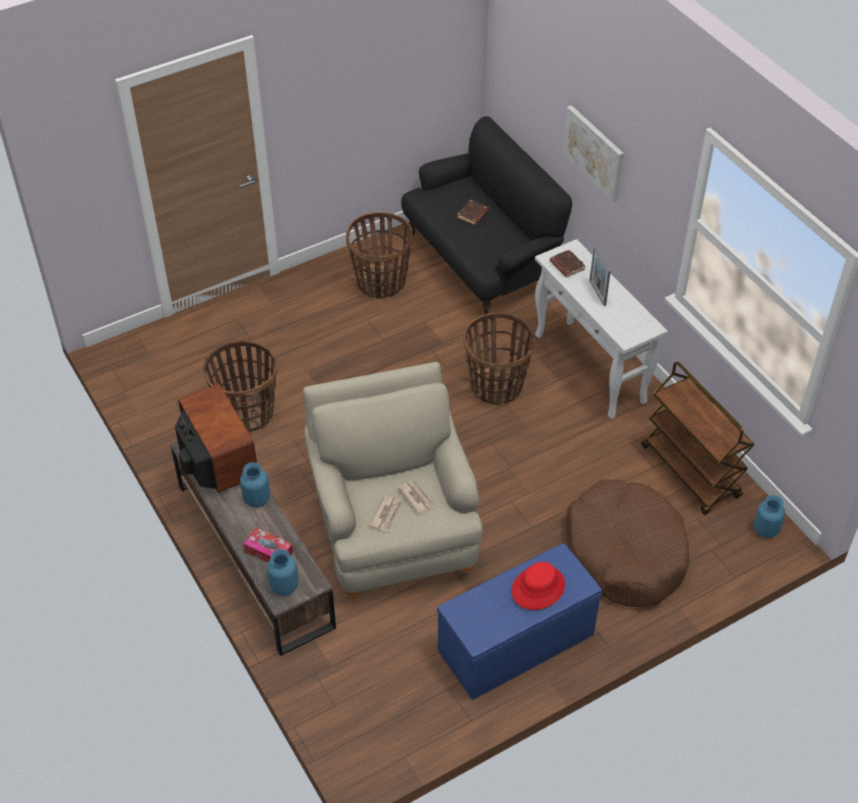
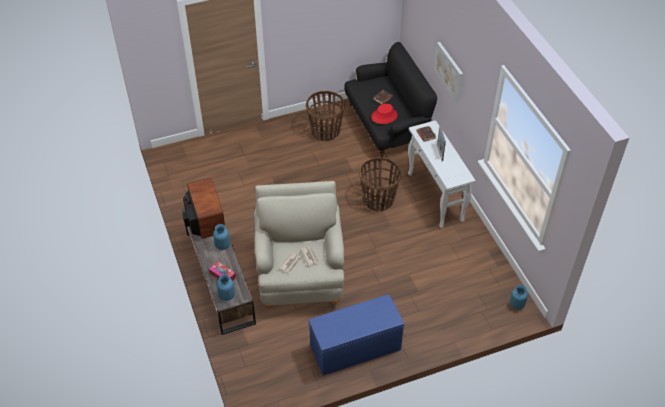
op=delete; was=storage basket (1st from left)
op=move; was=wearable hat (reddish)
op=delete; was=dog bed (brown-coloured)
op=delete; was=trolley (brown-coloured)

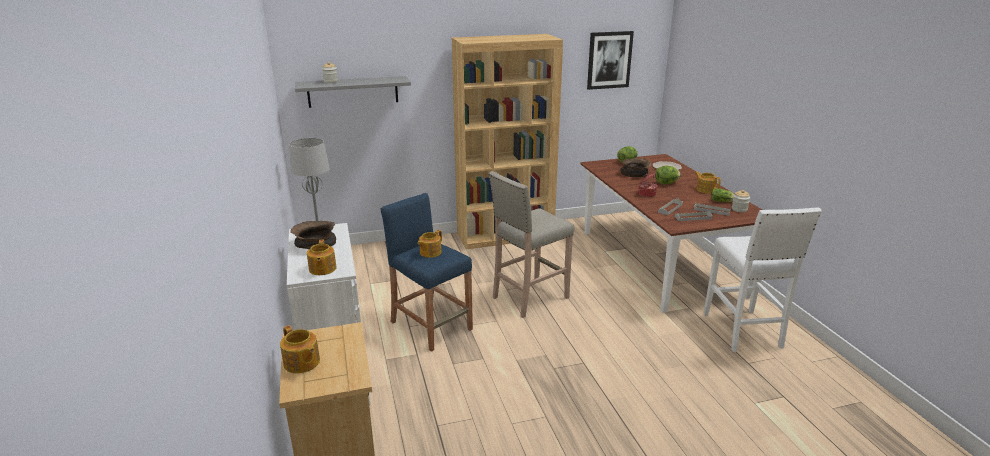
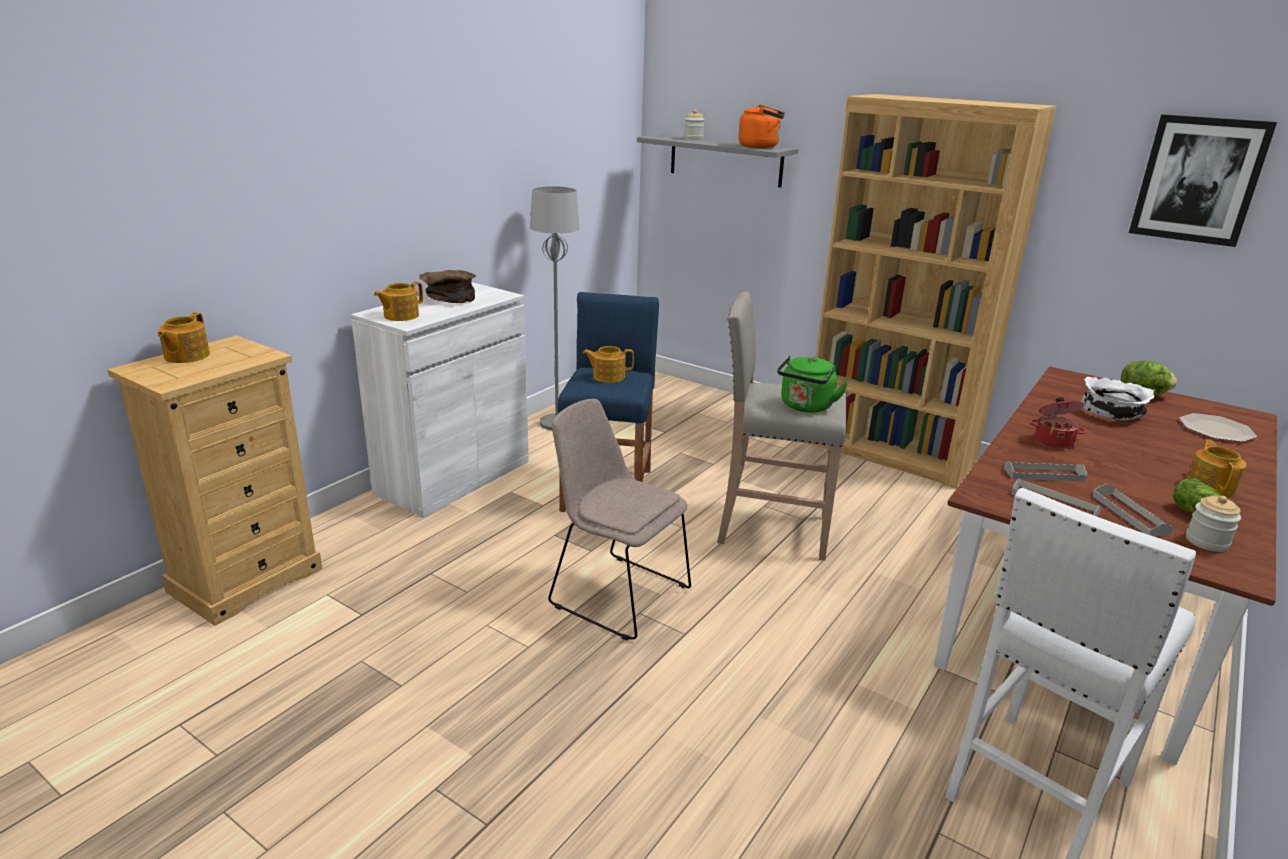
op=recolor; was=bowl (brown-coloured) (2nd from left); now=bowl (whitish)
op=delete; was=head of lettuce (2nd from left)
op=insert; now=chair (sand-coloured)
op=insert; now=kettle (orange)
op=insert; now=kettle (greenish)

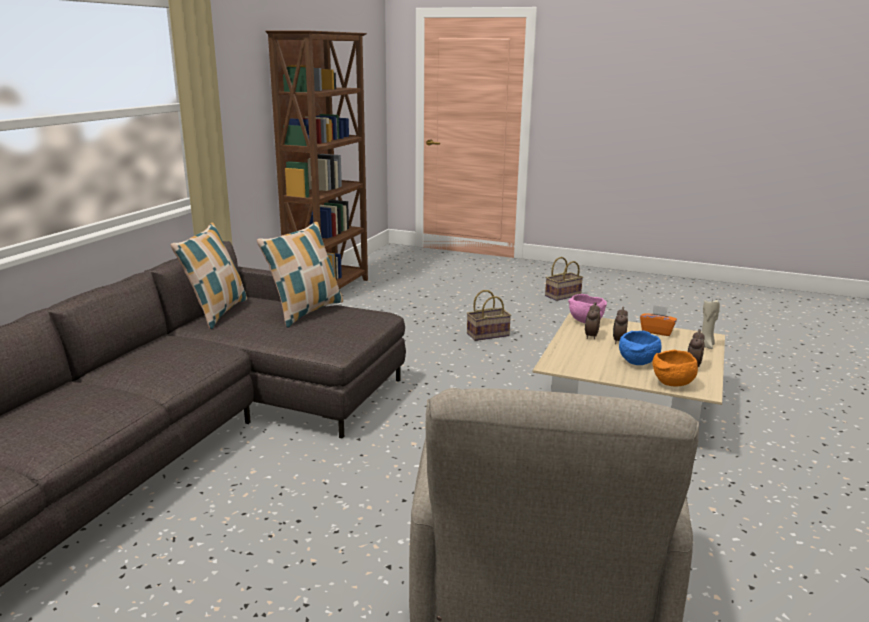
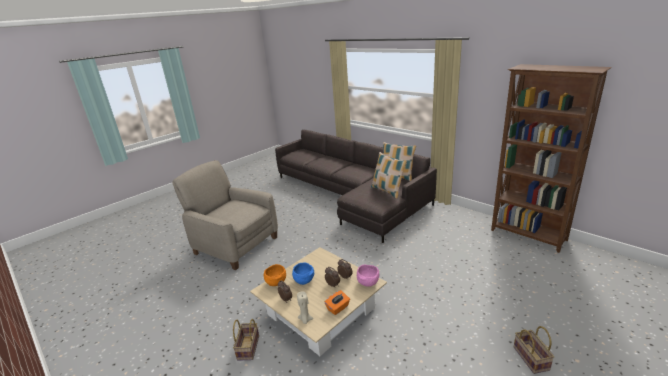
op=move; was=storage basket (1st from left)

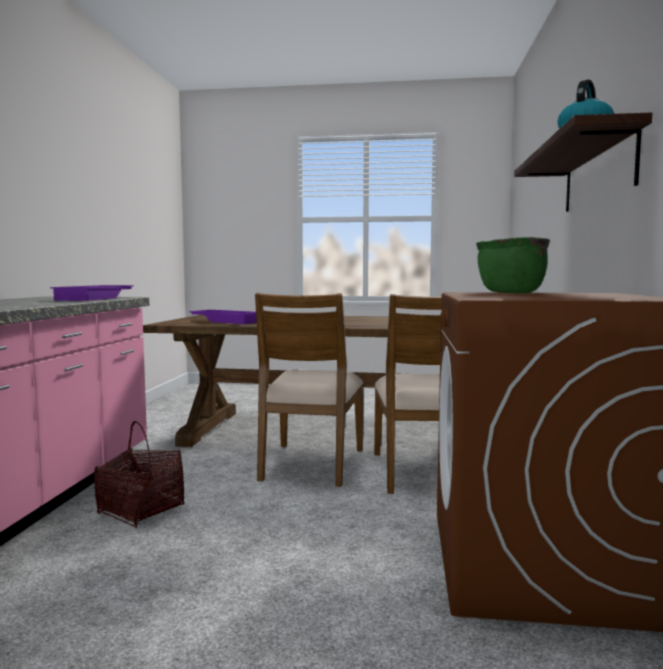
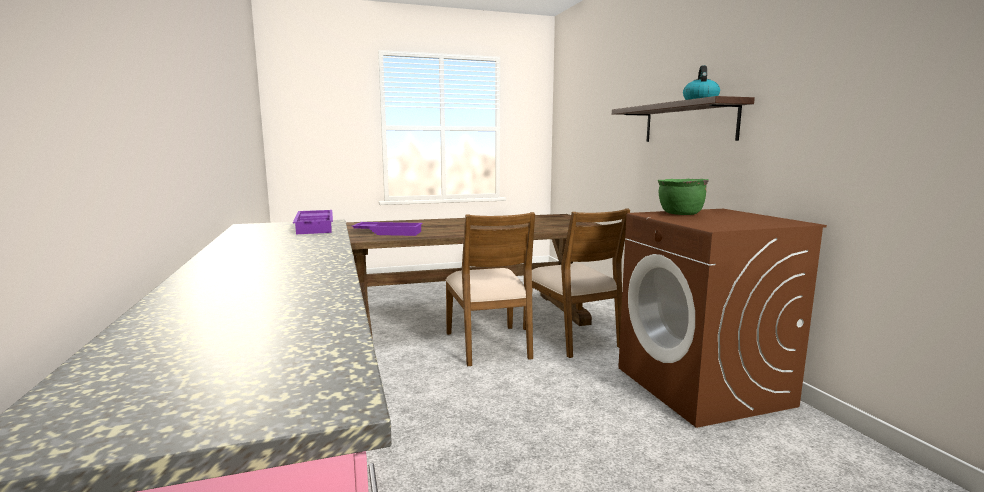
op=delete; was=storage basket

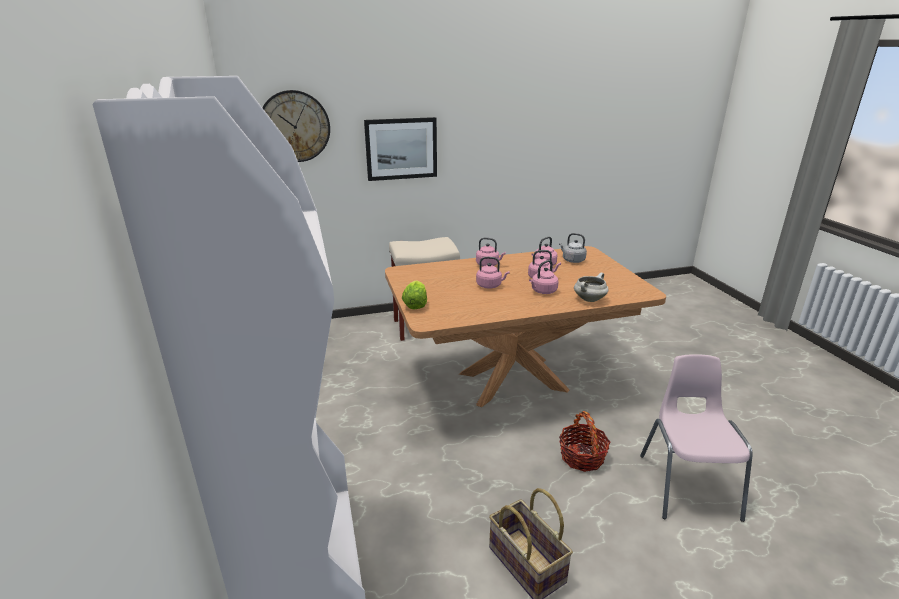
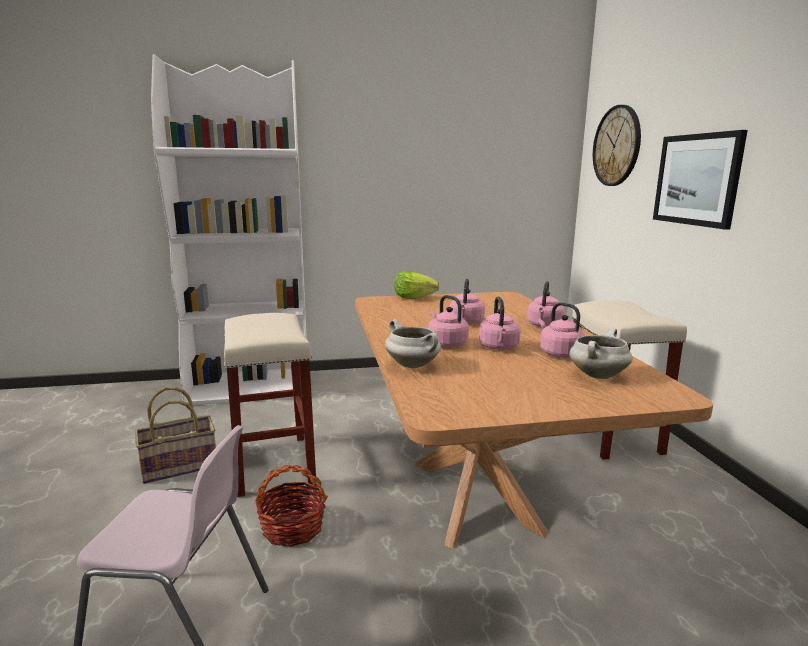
op=replace; was=kettle (greyish); now=saucepot (whitish) (2nd from left)
op=insert; now=stool (sand-coloured) (1st from left)

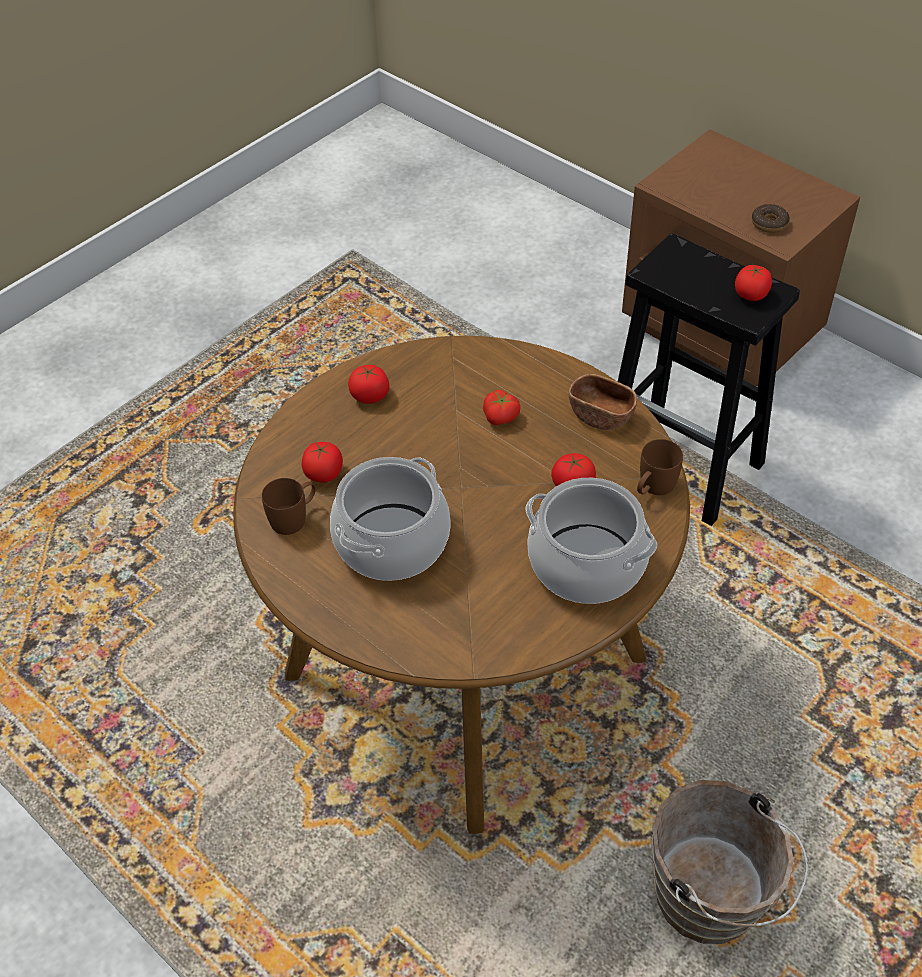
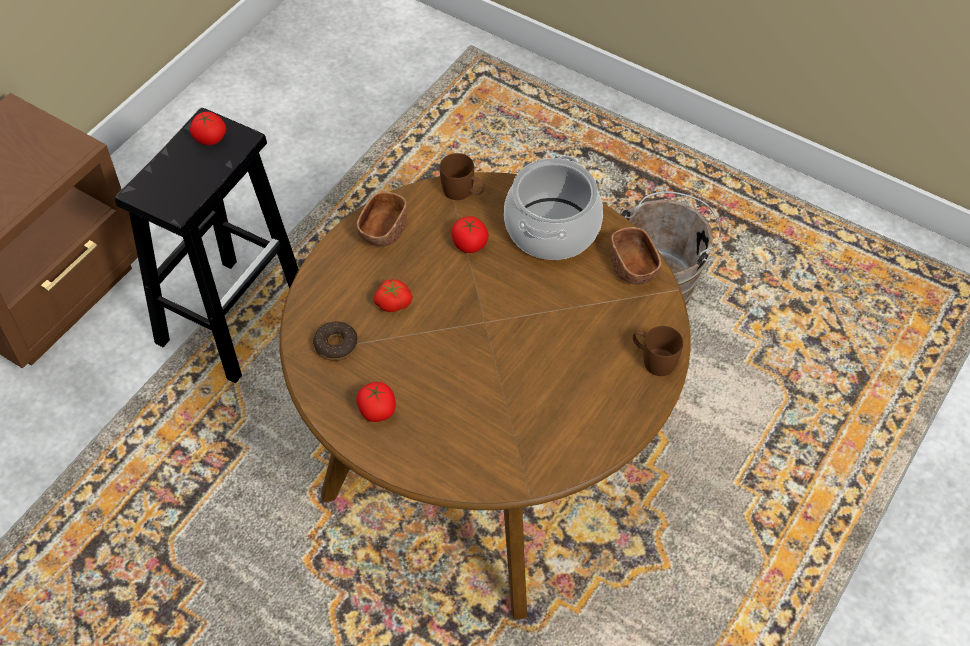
op=move; was=tea mug (brown-coloured) (1st from left in the first image); now=tea mug (brown-coloured) (2nd from left)
op=delete; was=tomato (1st from left)
op=delete; was=saucepot (1st from left)
op=move; was=doughnut
op=insert; now=bowl (brown-coloured) (2nd from left)

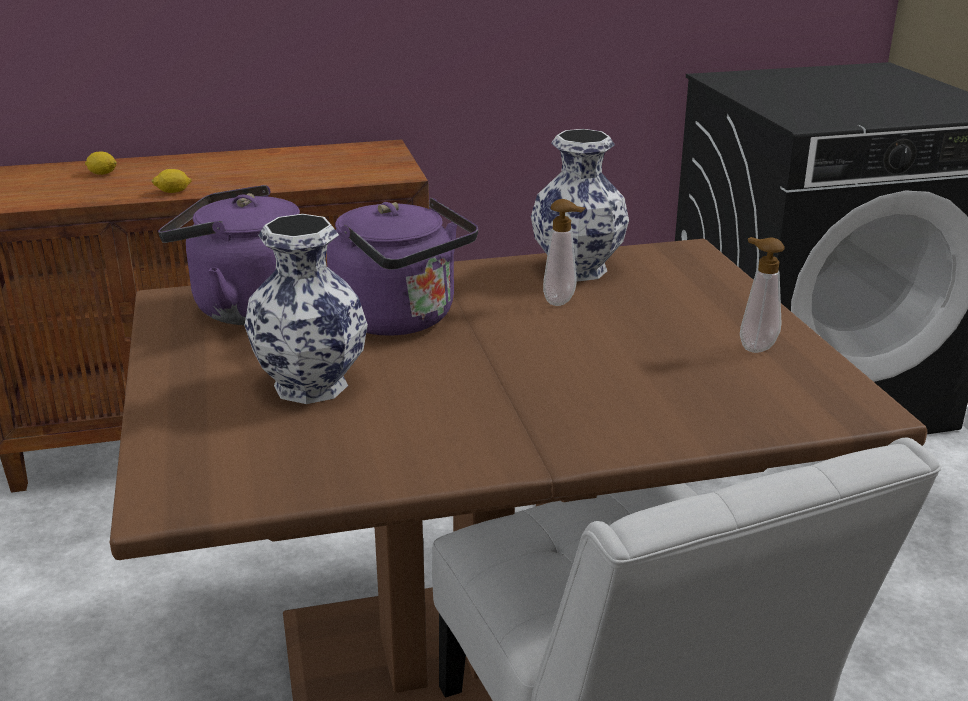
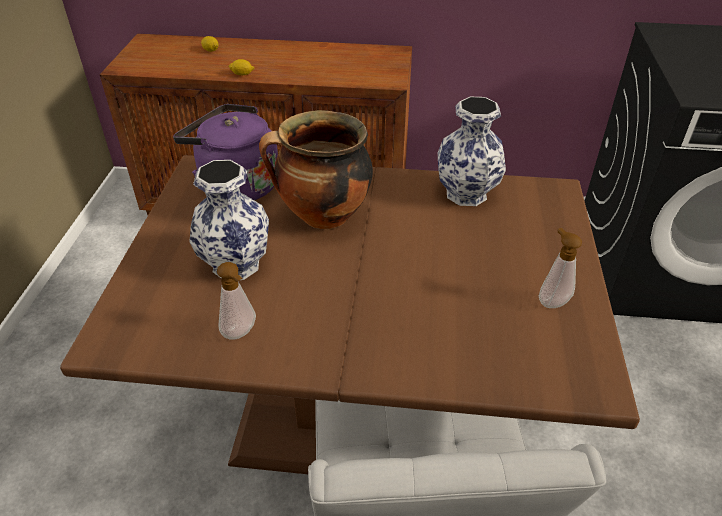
op=replace; was=kettle (purplish) (2nd from left); now=saucepot
op=move; was=liquid soap bottle (1st from left)

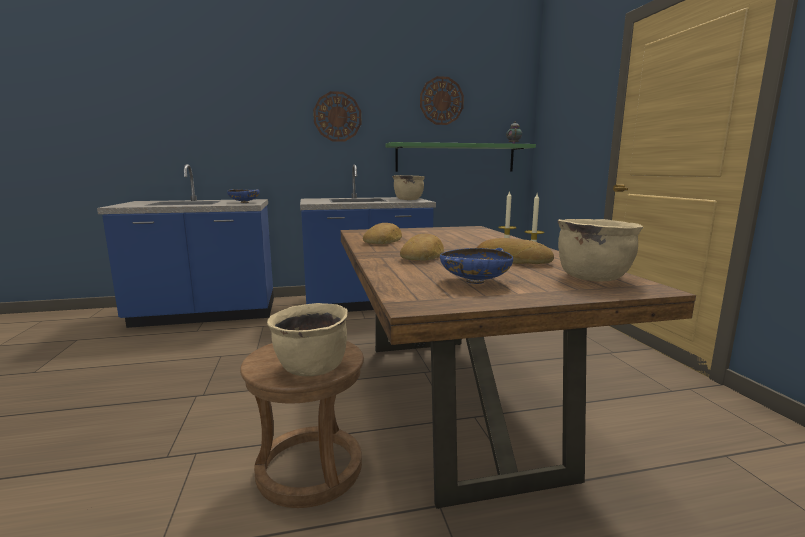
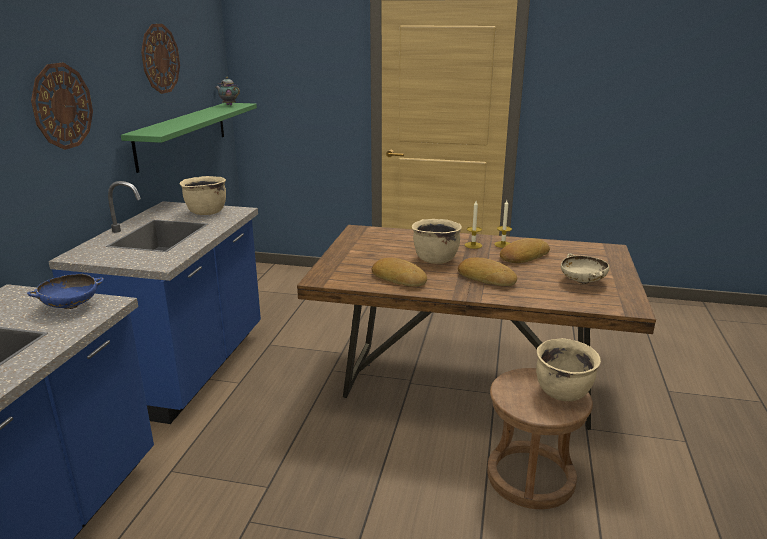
op=recolor; was=bowl (bluish) (2nd from left); now=bowl (sand-coloured)
op=move; was=saucepot (sand-coloured) (3rd from left in the first image); now=saucepot (sand-coloured) (2nd from left)

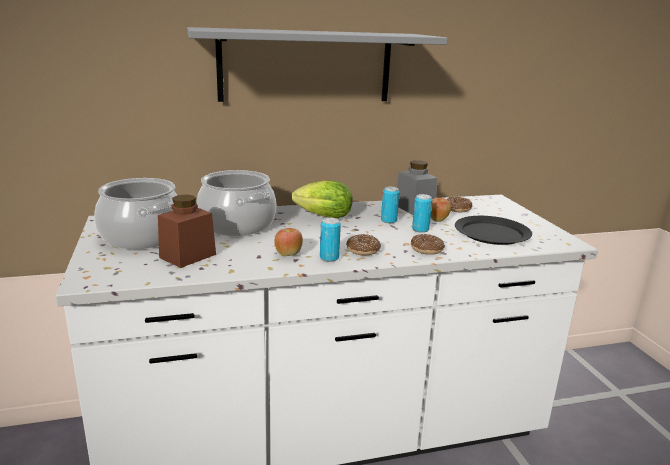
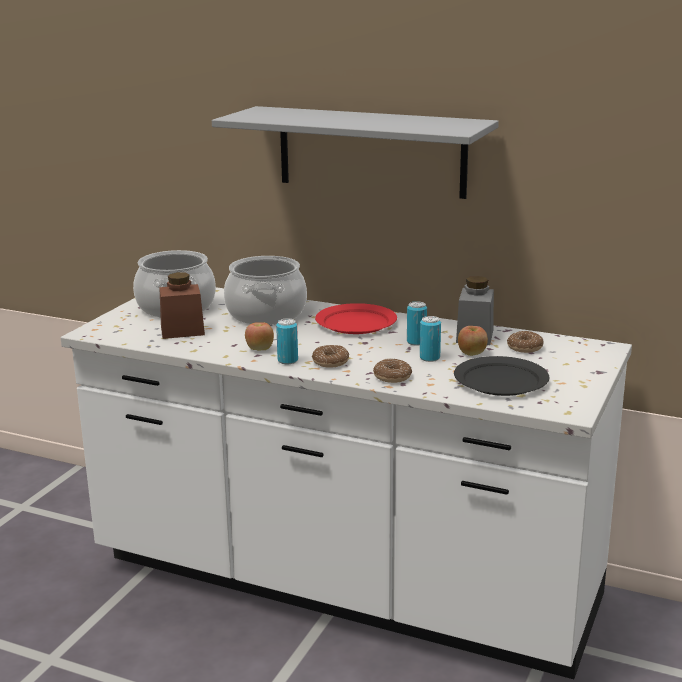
op=replace; was=head of lettuce; now=dinner plate (reddish)

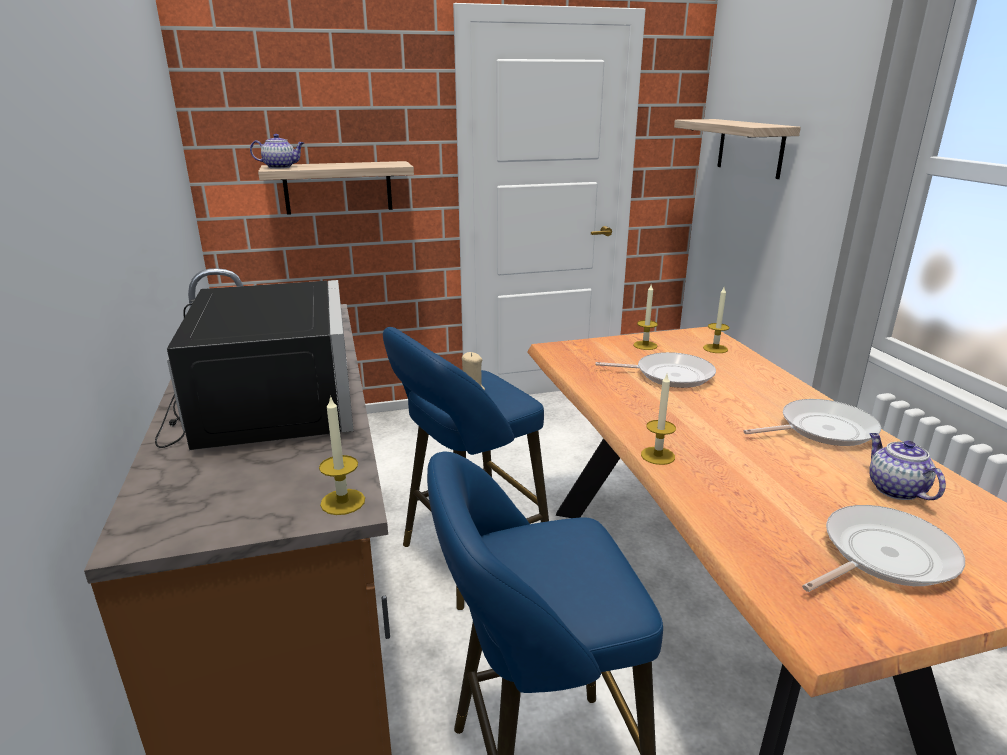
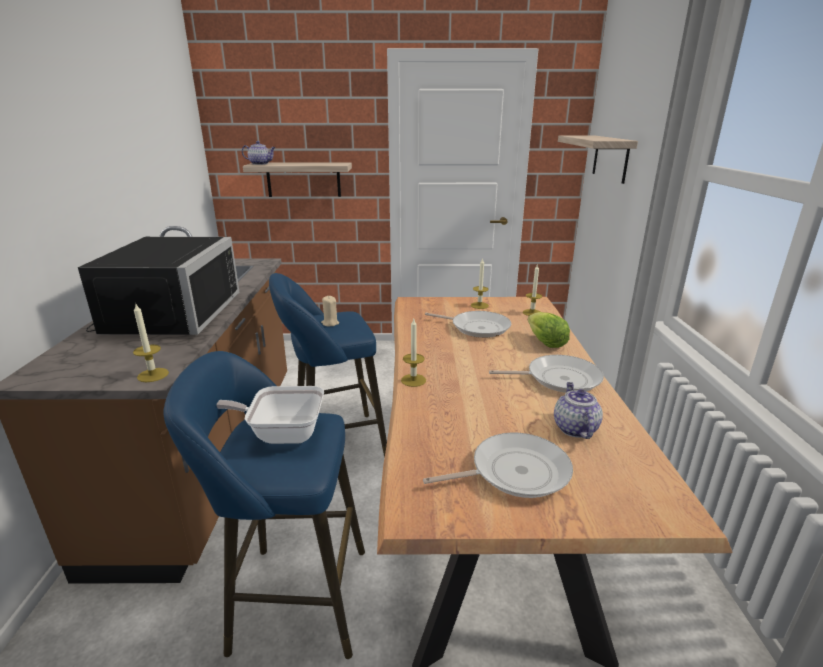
op=insert; now=skillet (1st from left)
op=insert; now=head of lettuce

